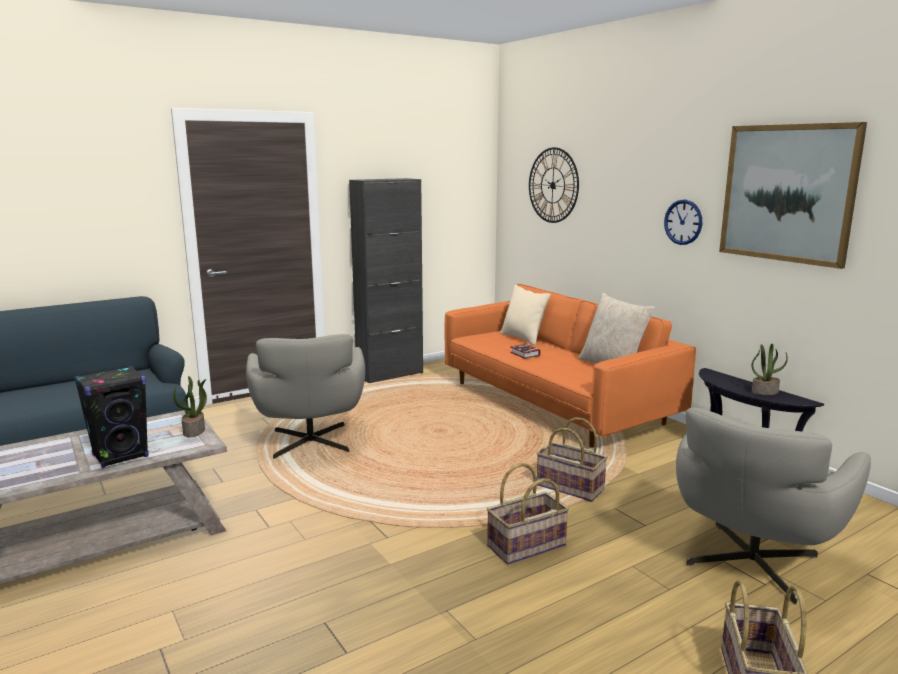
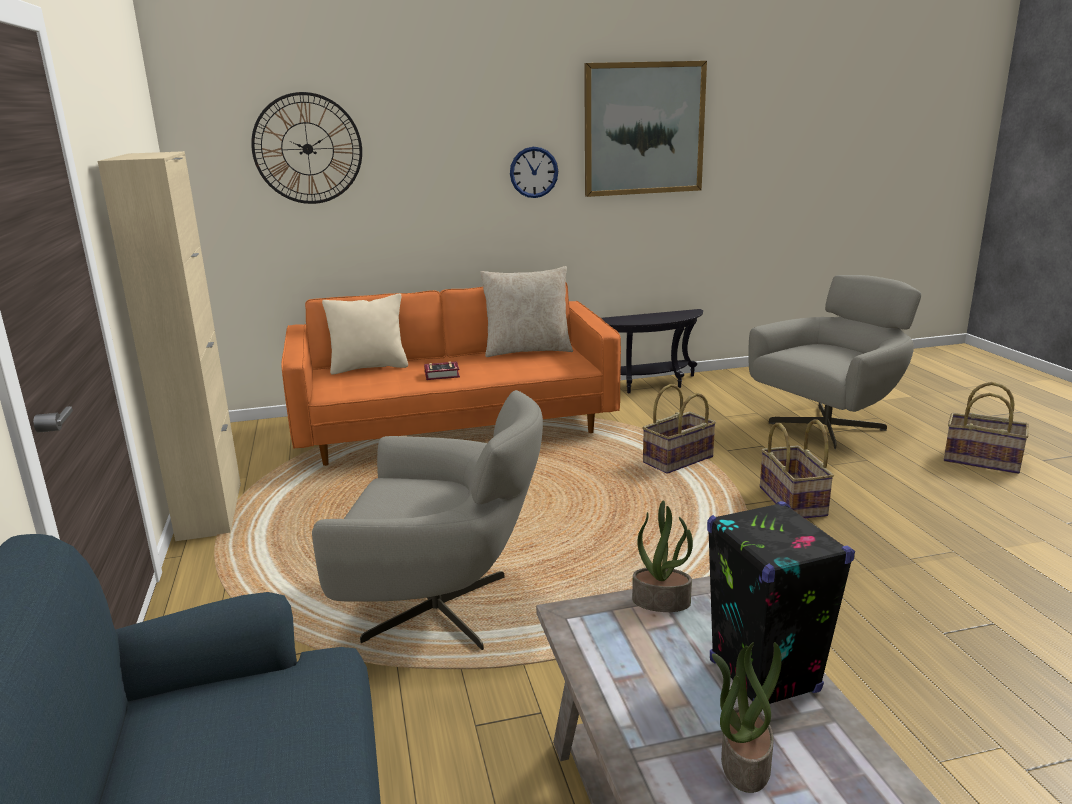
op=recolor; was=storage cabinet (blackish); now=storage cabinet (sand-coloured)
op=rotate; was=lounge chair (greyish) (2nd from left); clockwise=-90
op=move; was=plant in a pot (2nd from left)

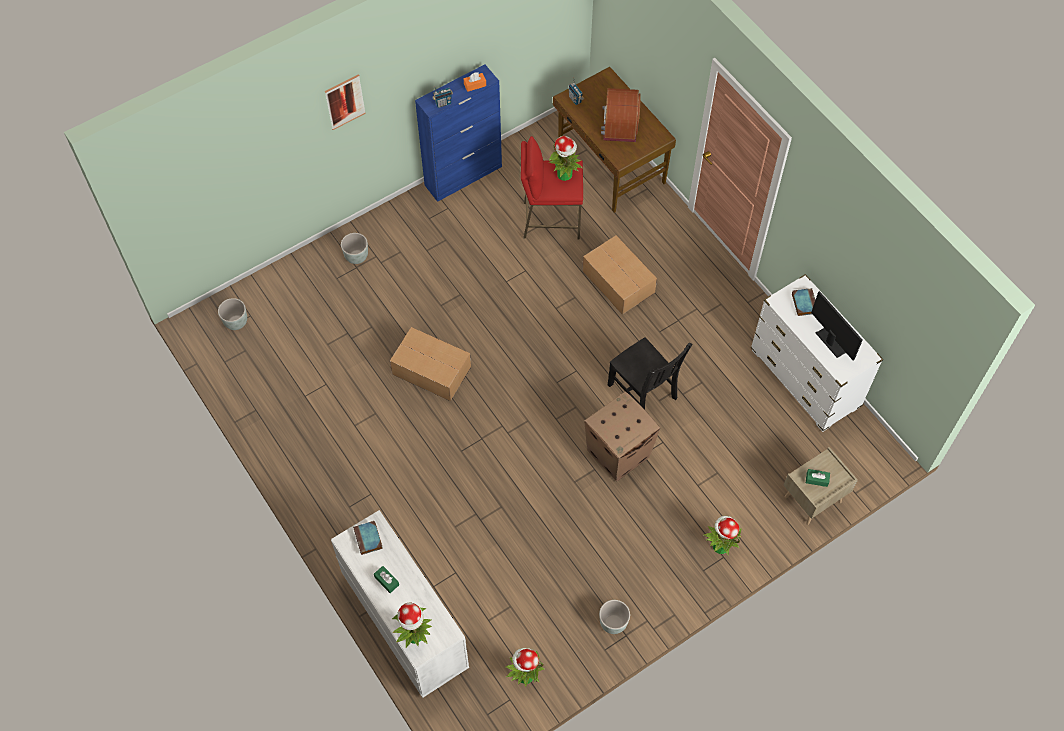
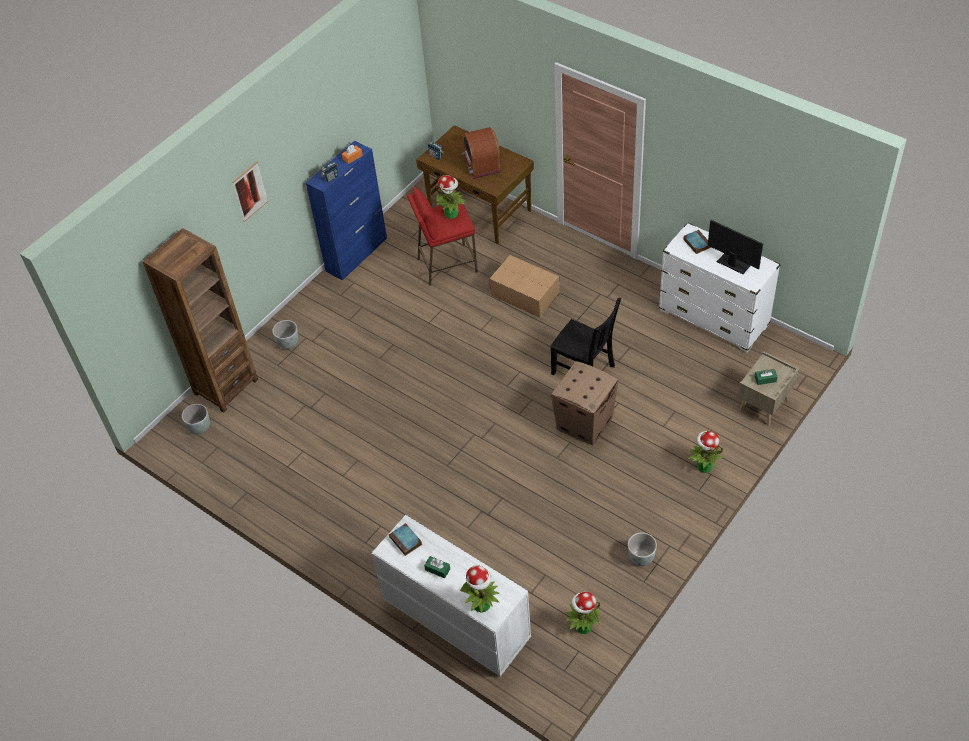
op=delete; was=cardboard box (1st from left)
op=insert; now=bookshelf (brown-coloured)

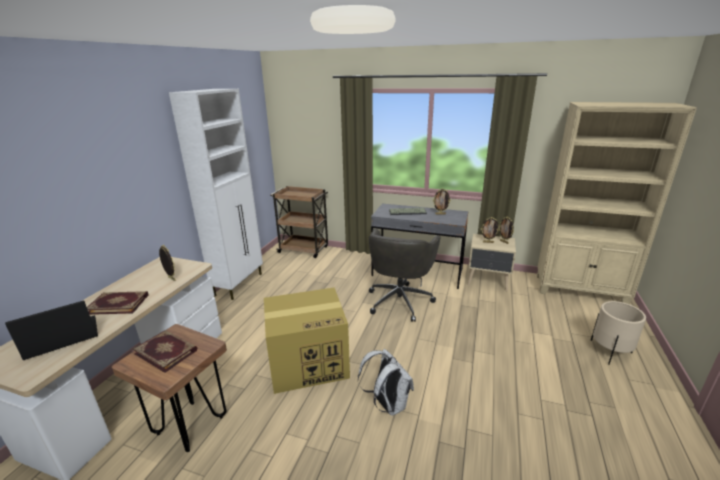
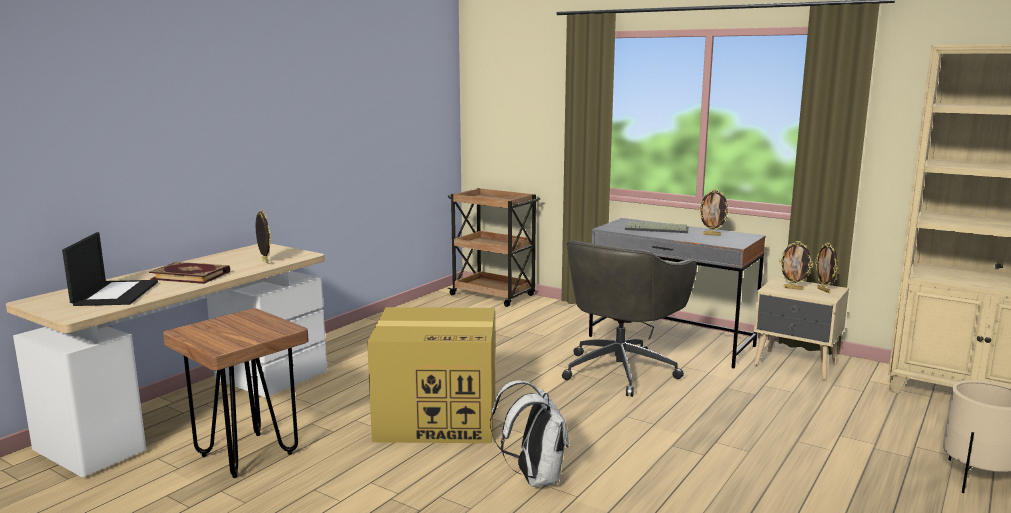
op=rotate; was=portable computer; clockwise=105
op=delete; was=volume (2nd from left)
op=delete; was=storage cabinet (whitish)

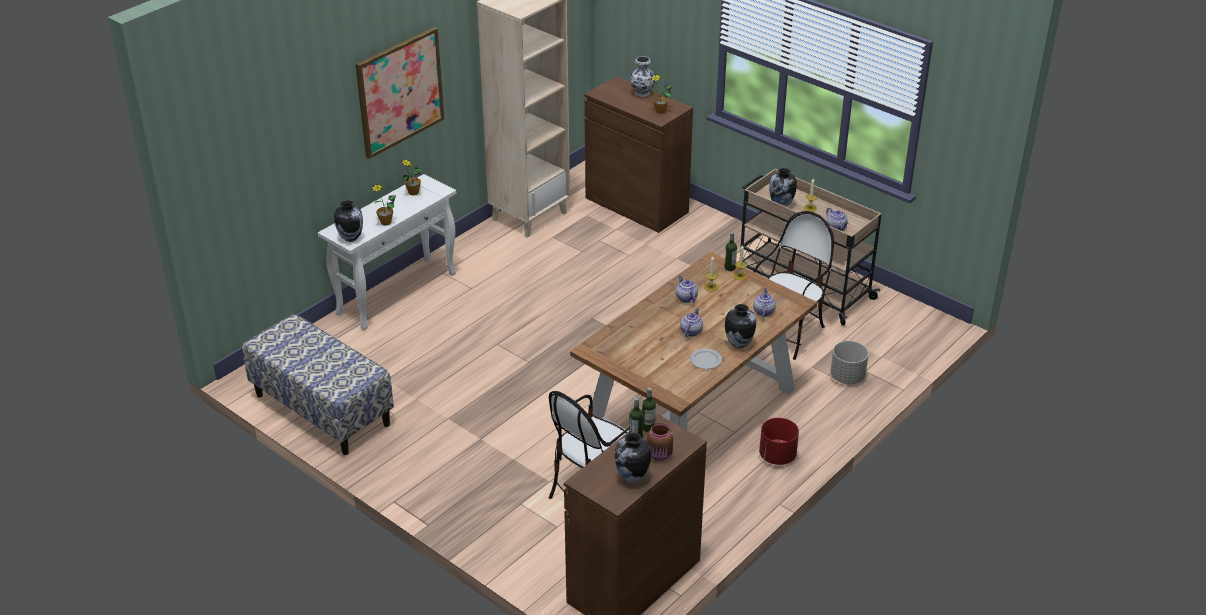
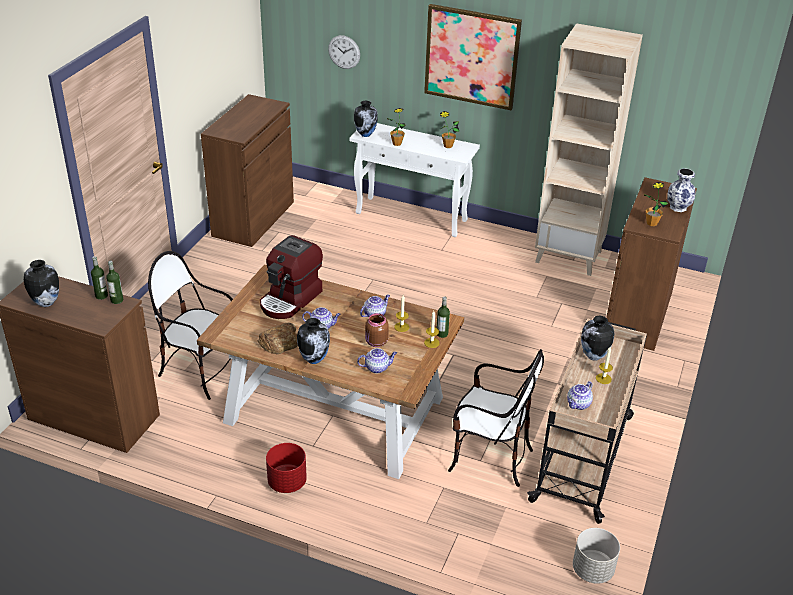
op=replace; was=bench; now=storage cabinet (brown-coloured) (2nd from left)
op=move; was=storage jar (brown-coloured)
op=replace; was=dinner plate; now=bread
op=move; was=plant pot (greyish)
op=insert; now=coffee machine
op=insert; now=wall clock

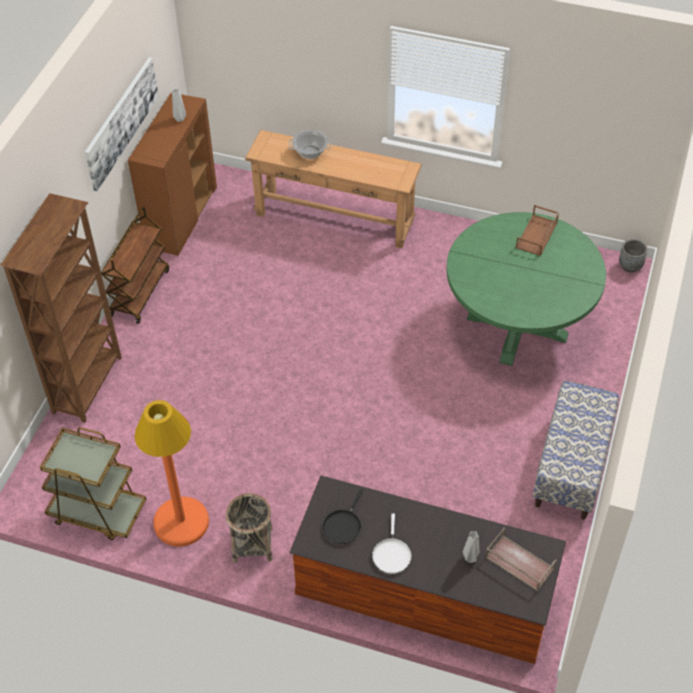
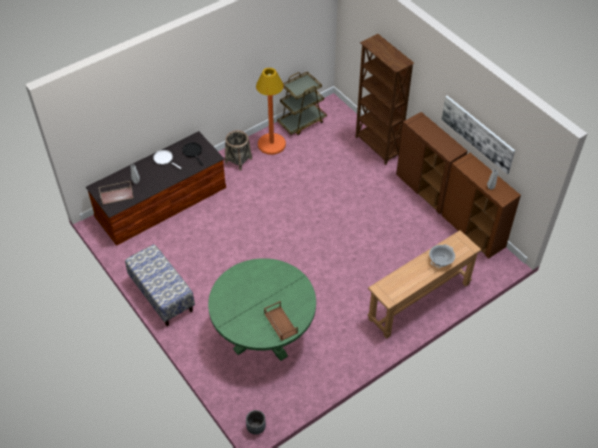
op=replace; was=trolley (brown-coloured) (2nd from left); now=storage cabinet (brown-coloured) (1st from left)

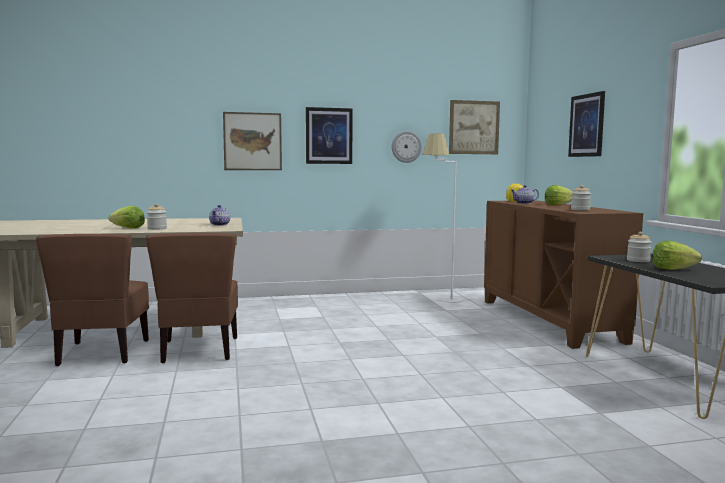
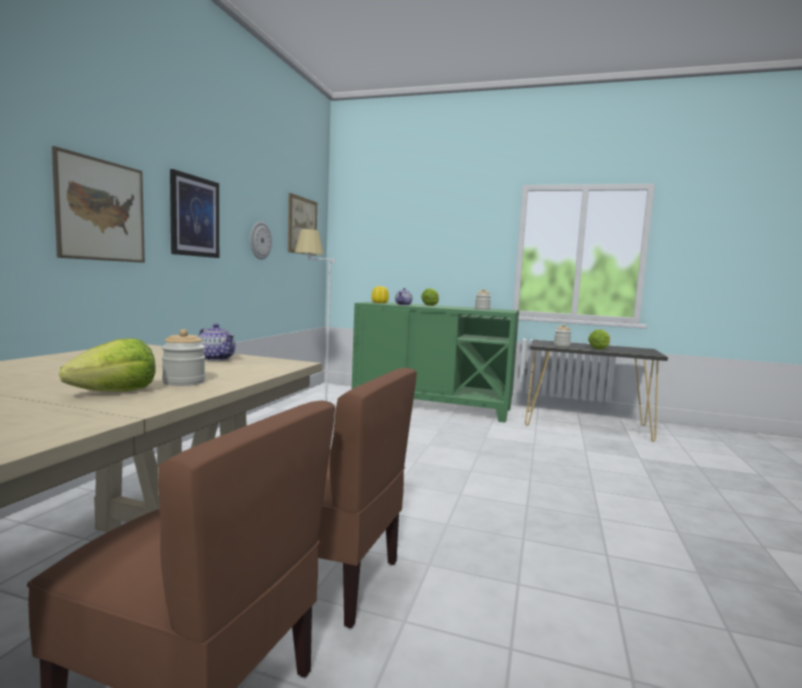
op=recolor; was=storage cabinet (brown-coloured); now=storage cabinet (greenish)
op=delete; was=wall art (4th from left)

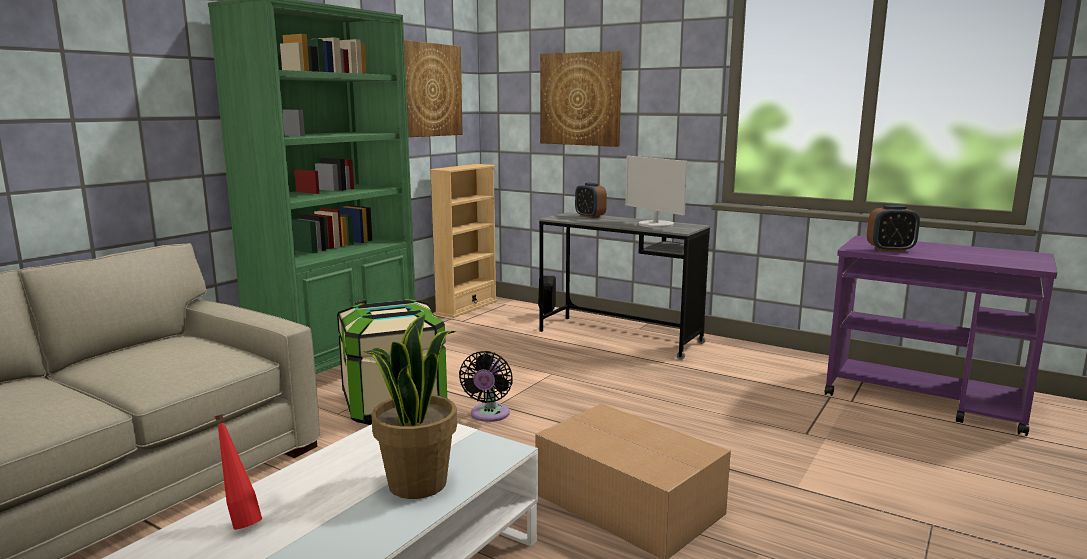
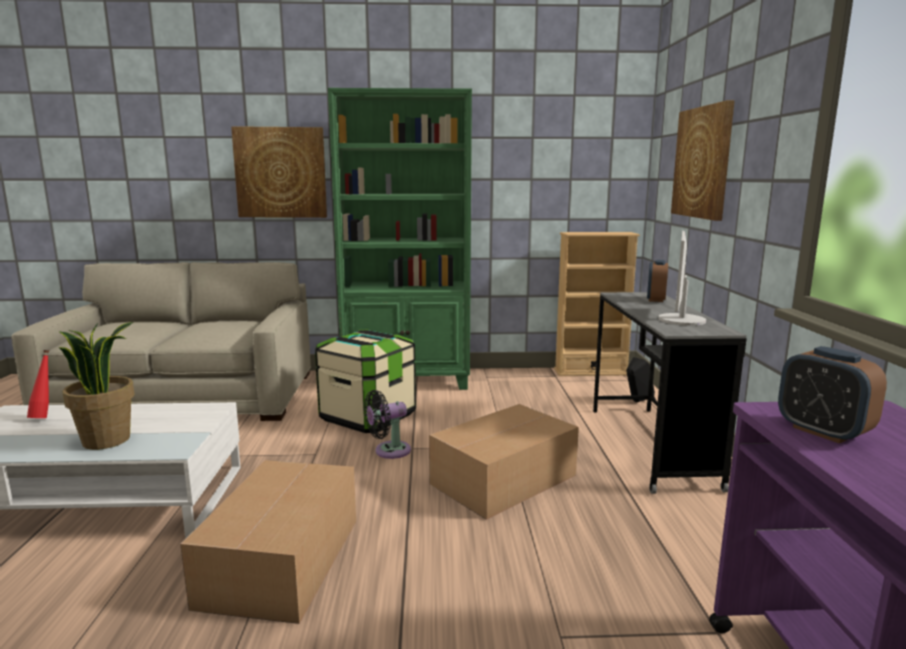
op=move; was=wall art (1st from left)
op=insert; now=cardboard box (2nd from left)

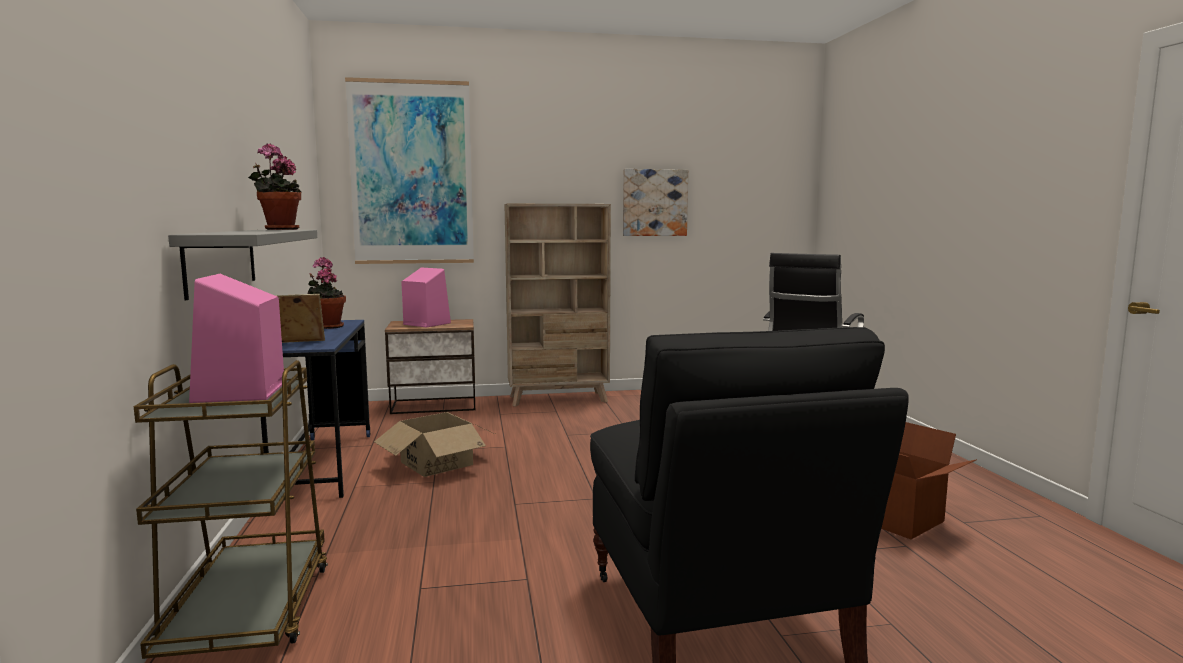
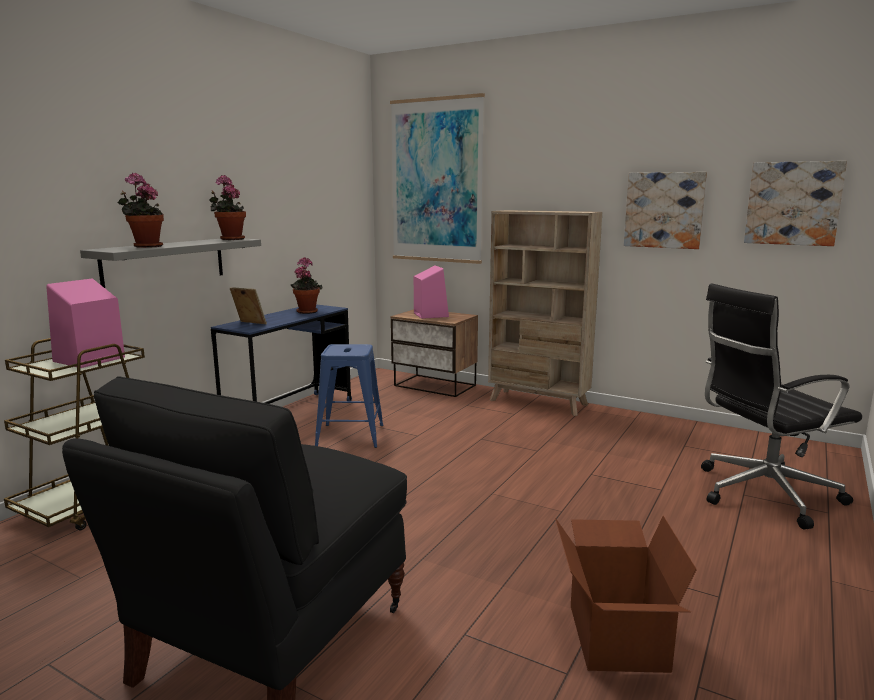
op=replace; was=cardboard box (1st from left); now=stool (bluish)
op=insert; now=plant in a pot (1st from left)
op=insert; now=wall art (3rd from left)

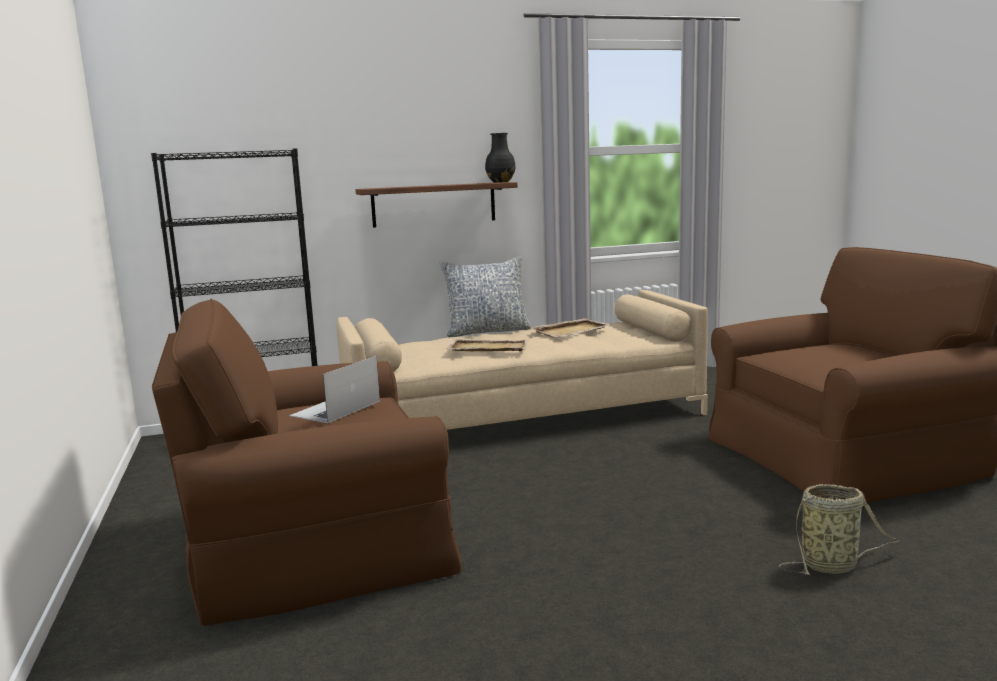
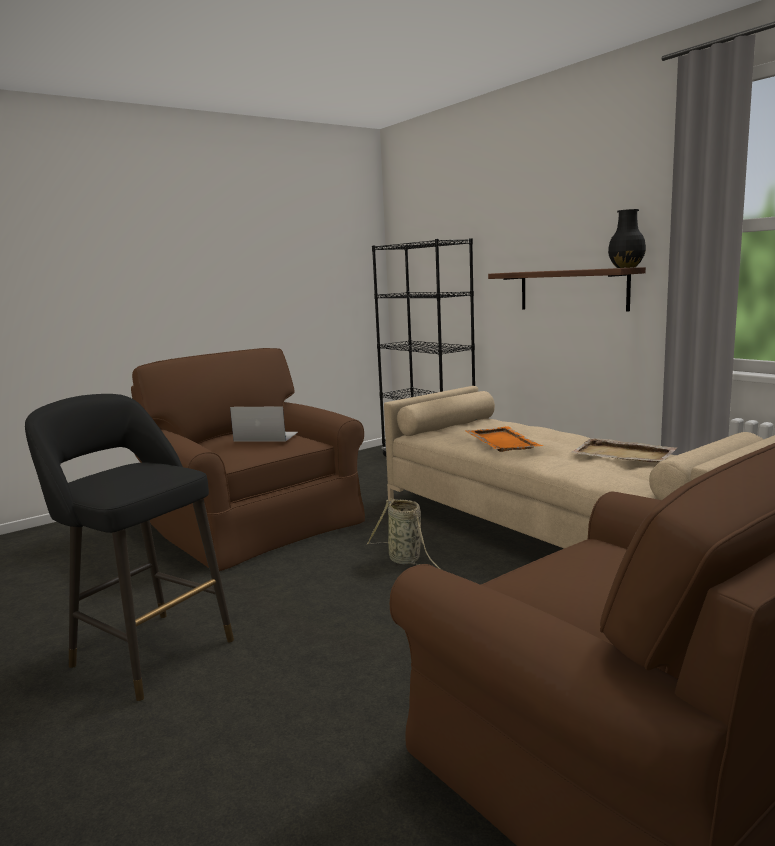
op=delete; was=throw pillow
op=recolor; was=serving tray (sand-coloured) (1st from left); now=serving tray (orange)
op=move; was=storage basket
op=insert; now=stool (blackish)

